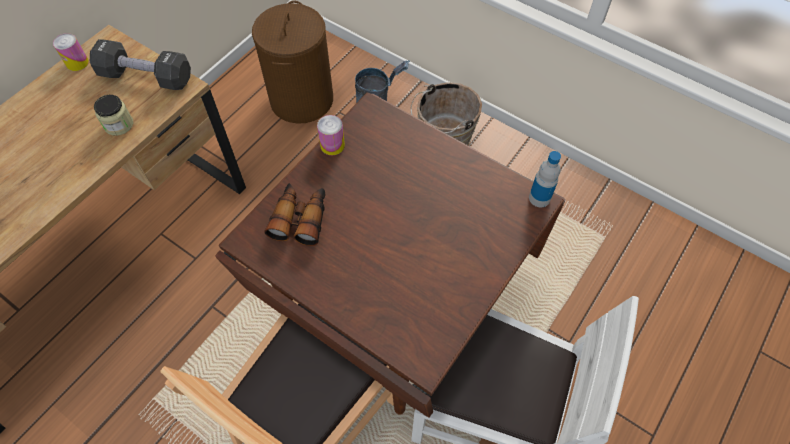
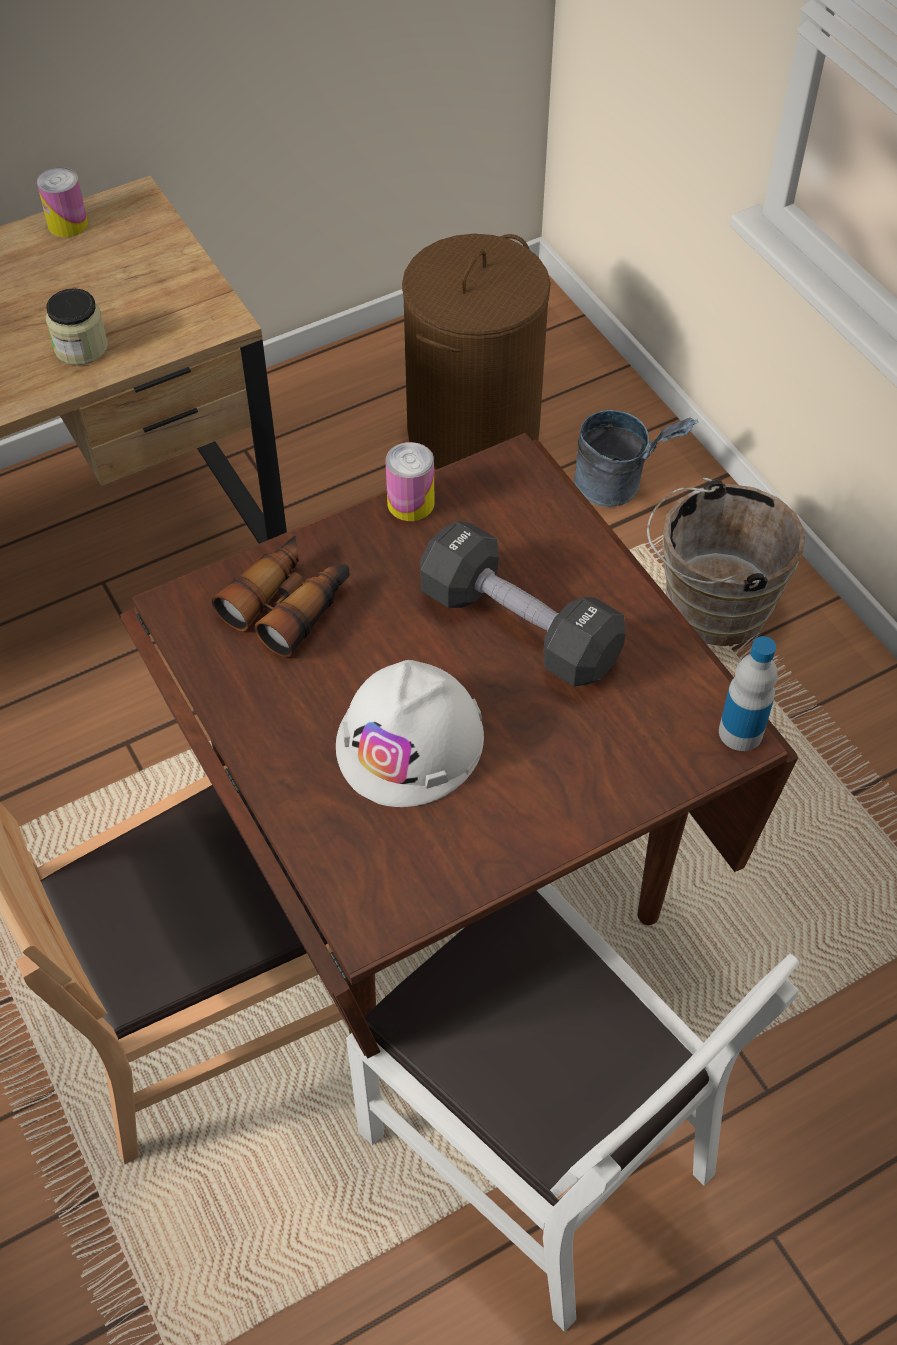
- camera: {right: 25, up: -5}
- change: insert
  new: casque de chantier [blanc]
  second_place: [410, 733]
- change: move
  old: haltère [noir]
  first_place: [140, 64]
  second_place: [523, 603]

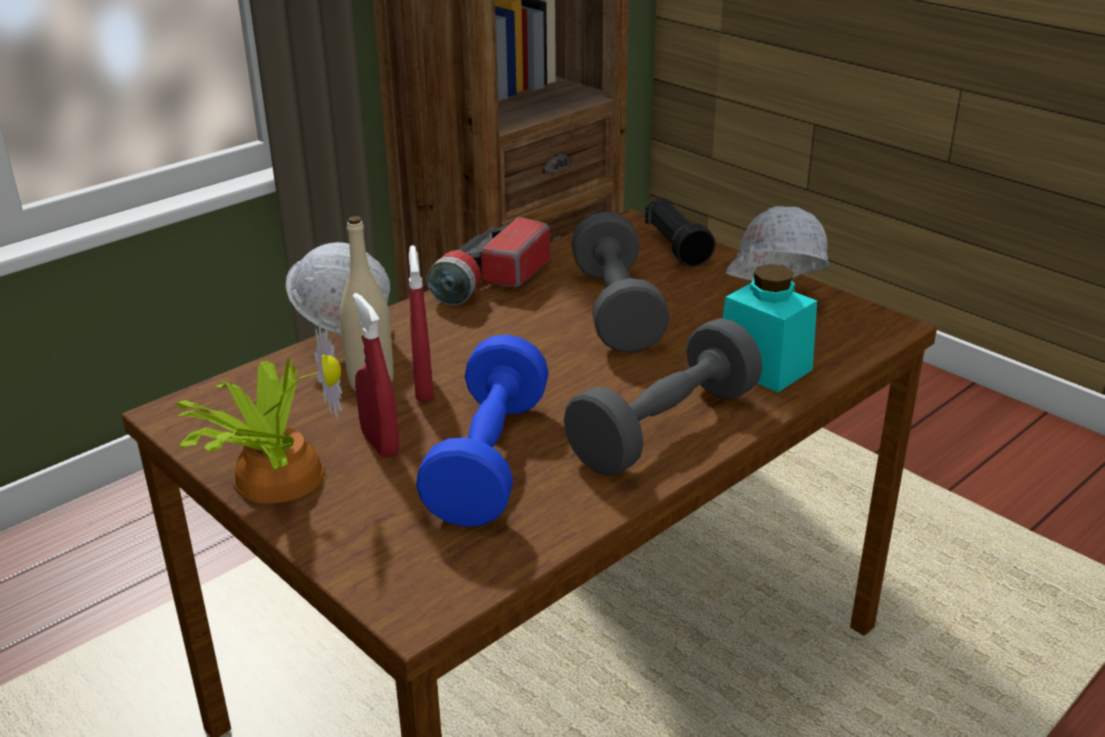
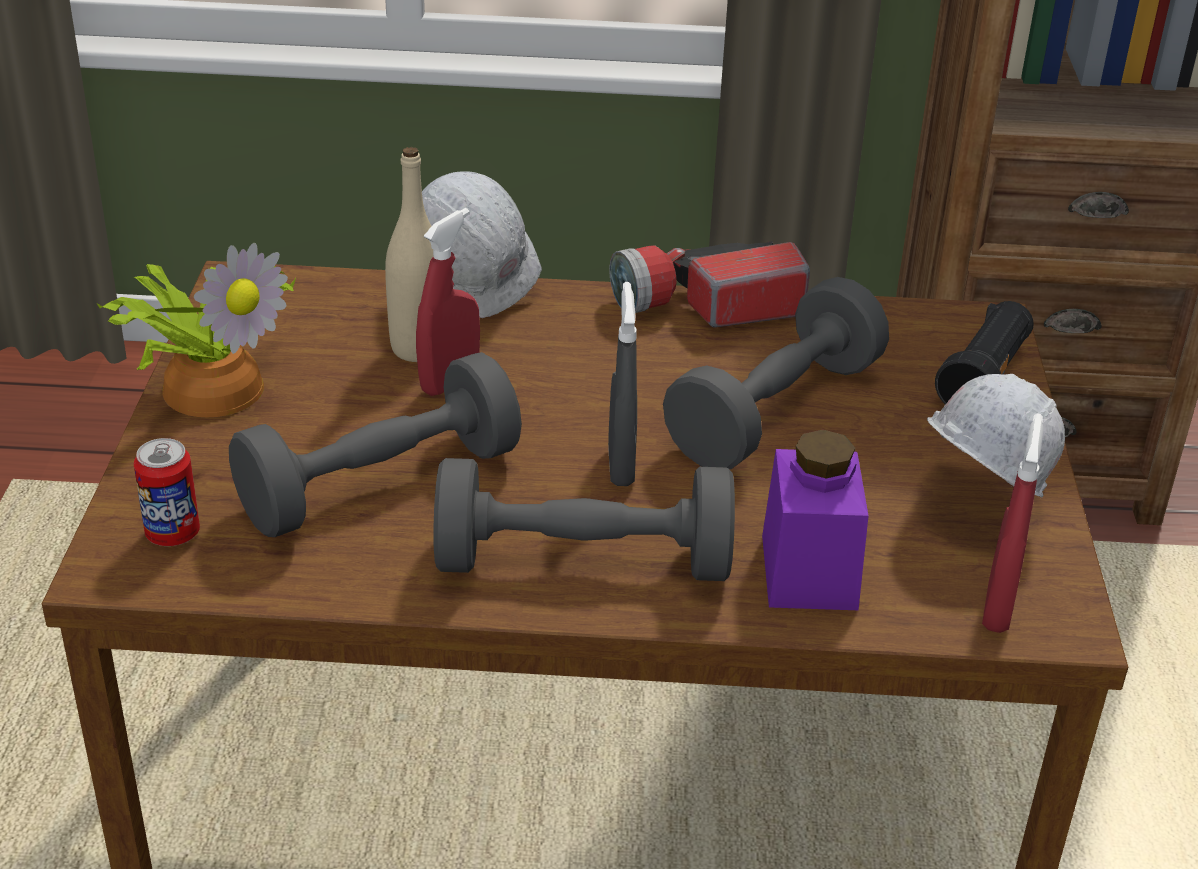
- camera: {right: 45, up: 5}
- change: insert
  new: boîte métallique
  second_place: [167, 492]
- change: recolor
  old: haltère [bleu]
  new: haltère [gris]
  first_place: [482, 430]
  second_place: [375, 444]
- change: insert
  new: vaporisateur [gris]
  second_place: [622, 384]
- change: recolor
  old: bocal [turquoise]
  new: bocal [violet]
  first_place: [770, 328]
  second_place: [815, 520]
- change: move
  old: vaporisateur [rouge]
  first_place: [376, 375]
  second_place: [1013, 523]

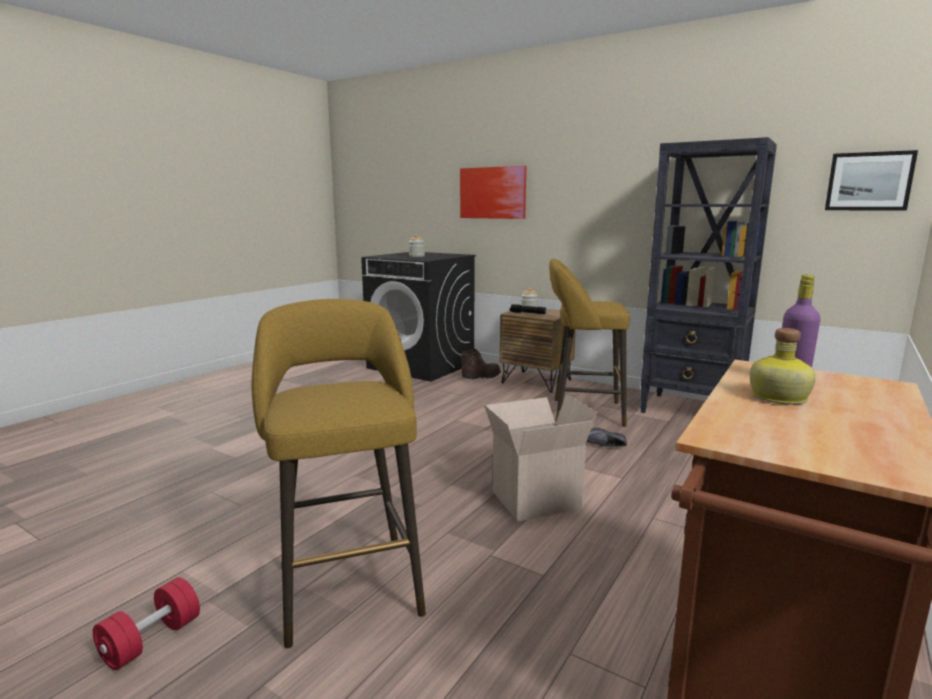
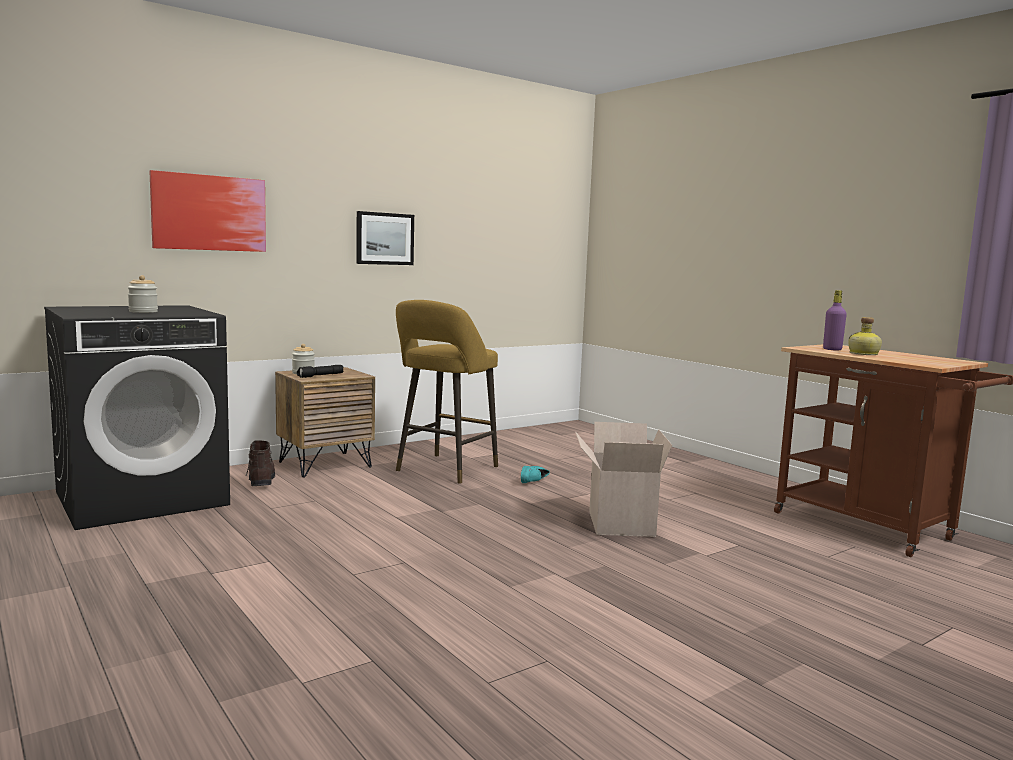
- camera: {right: -70, up: -5}
- change: move
  old: tableau
  first_place: [871, 180]
  second_place: [385, 238]
- change: recolor
  old: chaussure [noir]
  new: chaussure [turquoise]
  first_place: [607, 437]
  second_place: [535, 474]
- change: delete
  old: haltère [rouge]
  first_place: [146, 623]
- change: delete
  old: tabouret [jaune]
  first_place: [339, 473]
- change: delete
  old: bibliothèque [noir]
  first_place: [708, 275]

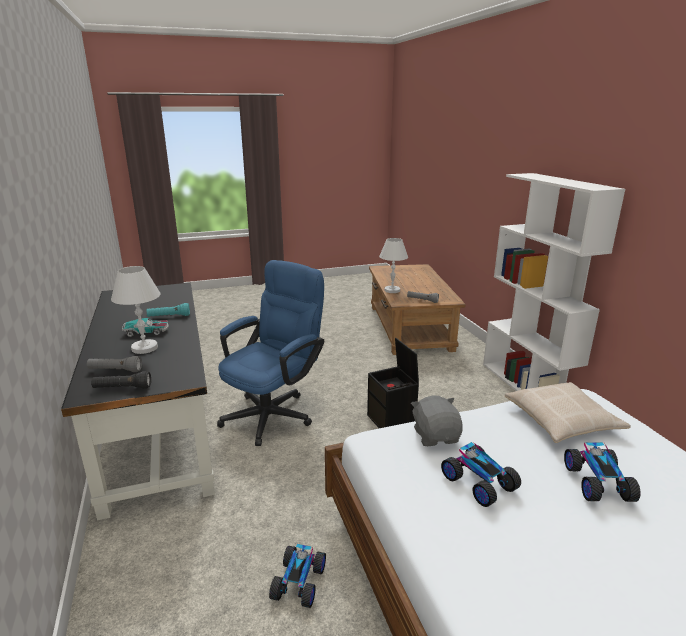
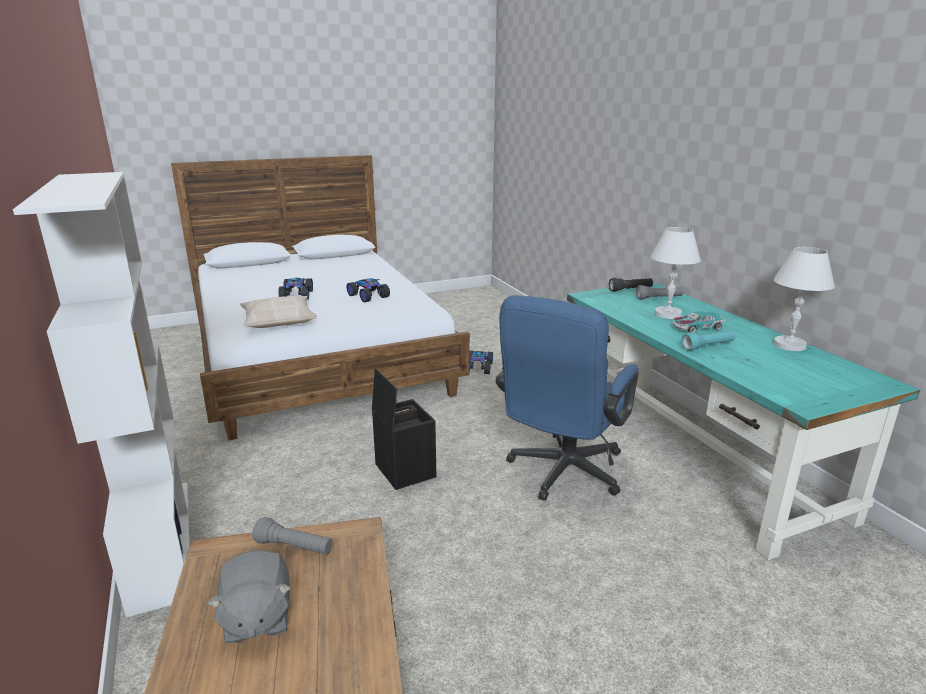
- camera: {right: 175, up: 0}
- change: move
  old: peluche [gris]
  first_place: [437, 421]
  second_place: [249, 597]
- change: recolor
  old: bureau [noir]
  new: bureau [turquoise]
  first_place: [138, 402]
  second_place: [743, 421]
- change: move
  old: lampe de table [blanc]
  first_place: [393, 265]
  second_place: [804, 299]

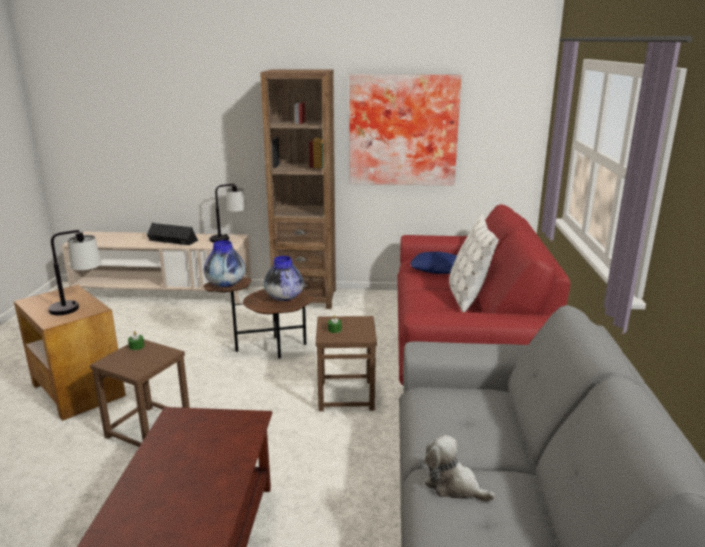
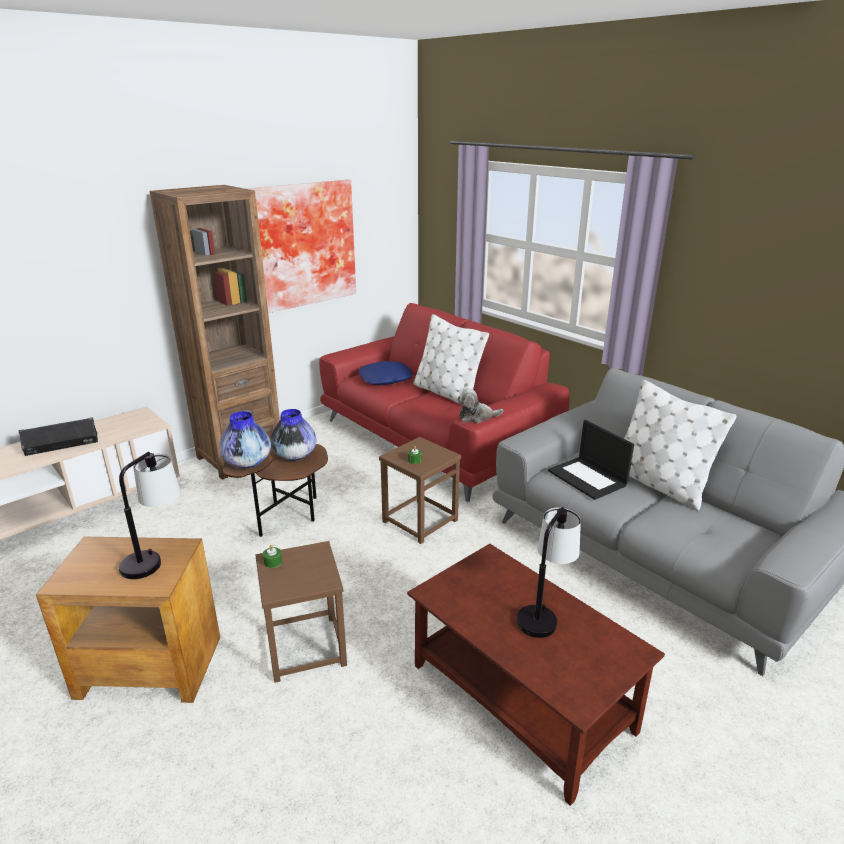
- camera: {right: -45, up: 5}
- change: move
  old: peluche
  first_place: [459, 468]
  second_place: [480, 405]
- change: move
  old: lampe de table
  first_place: [228, 213]
  second_place: [549, 572]
- change: insert
  new: ordinateur portable
  second_place: [591, 460]
- change: insert
  new: coussin [blanc]
  second_place: [680, 445]

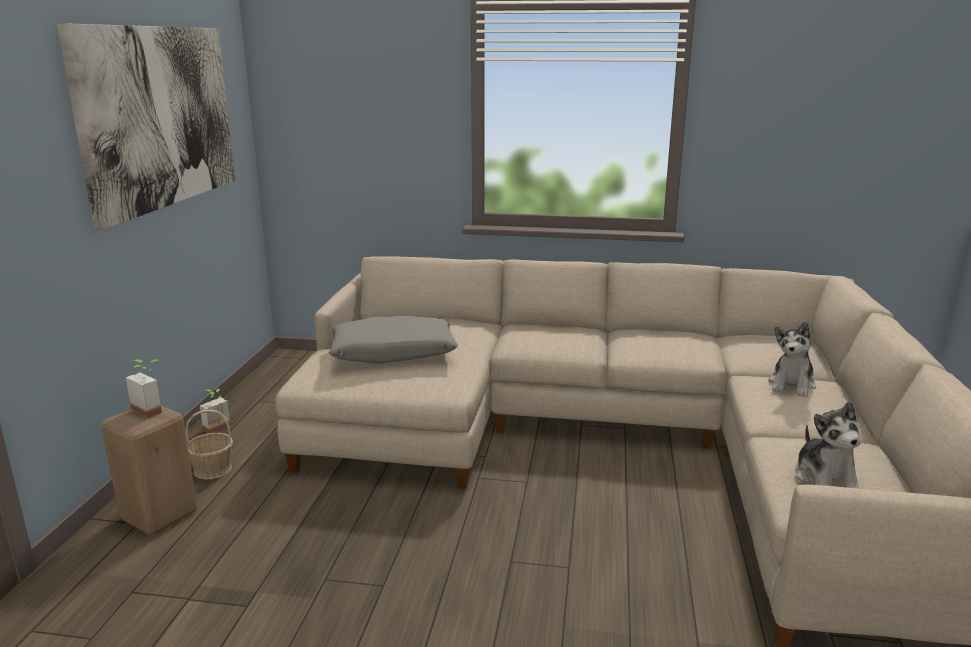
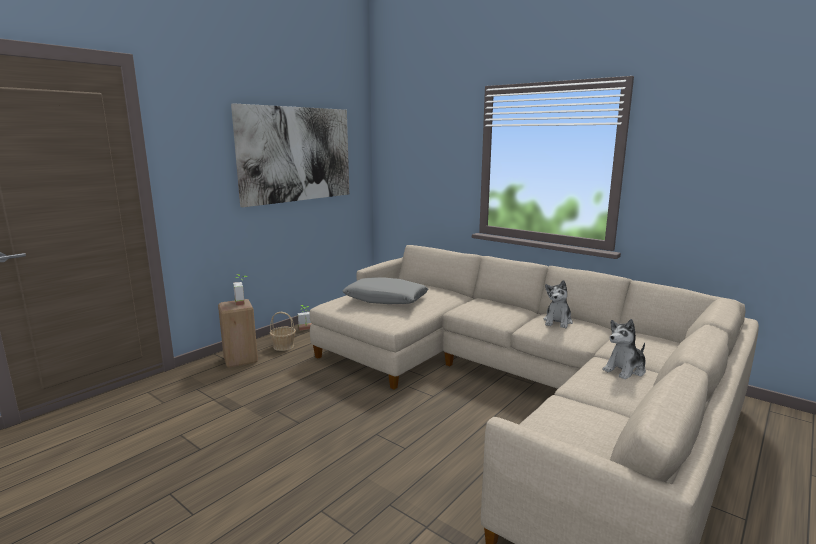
- camera: {right: 30, up: -5}
- change: move
  old: peluche
  first_place: [828, 445]
  second_place: [558, 304]

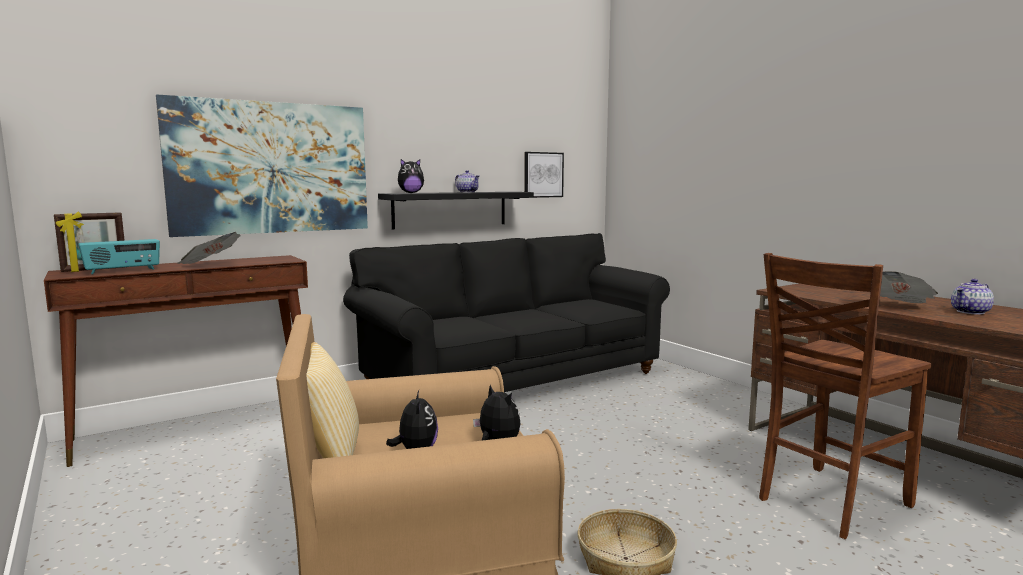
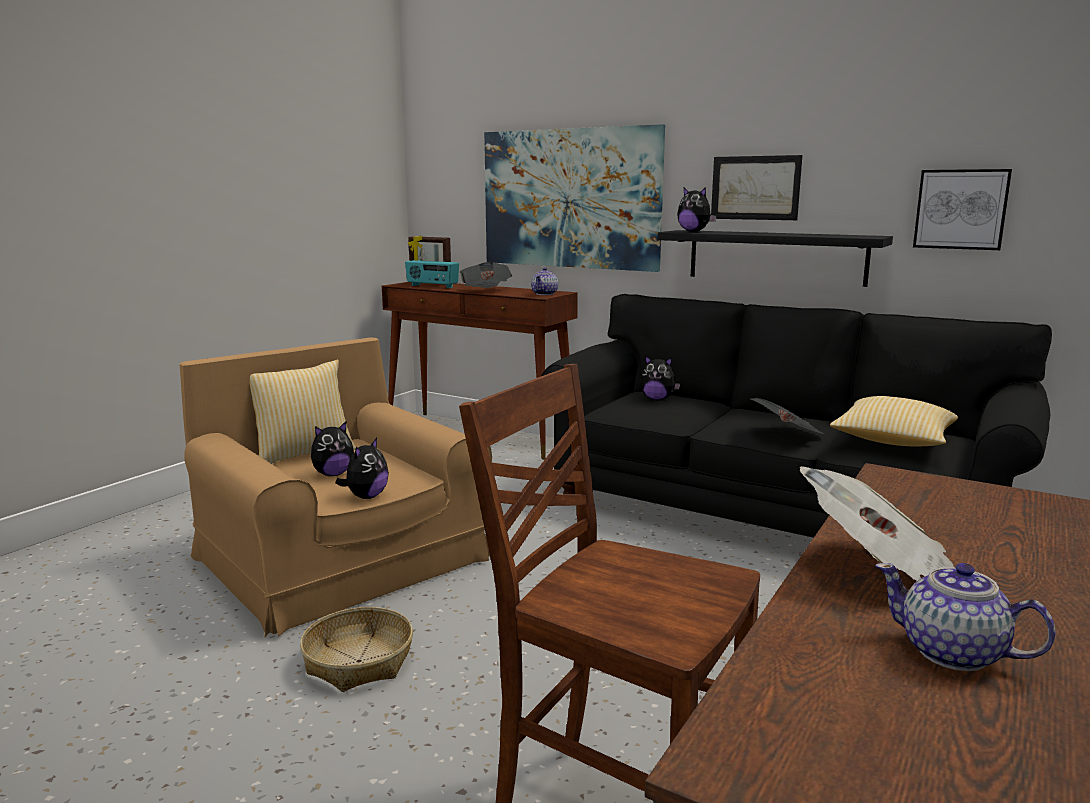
- camera: {right: 65, up: 5}
- change: move
  old: théière
  first_place: [467, 181]
  second_place: [544, 281]
- change: insert
  new: peluche
  second_place: [660, 377]
- change: insert
  new: tableau
  second_place: [757, 187]
- change: insert
  new: journal
  second_place: [788, 416]
- change: insert
  new: coussin
  second_place: [894, 421]

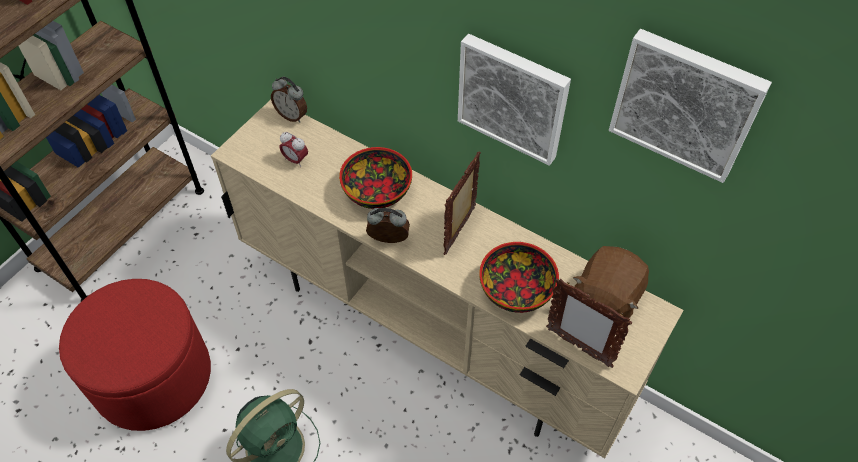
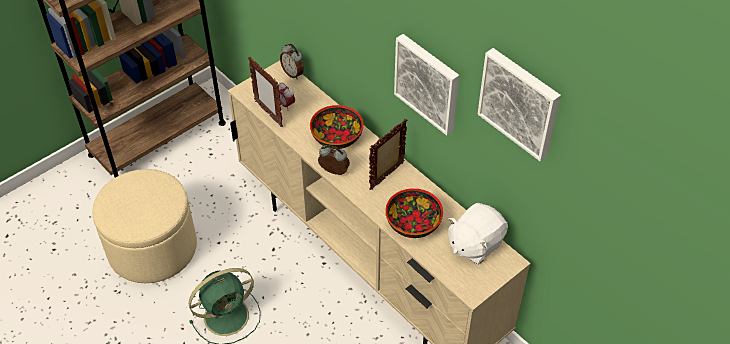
- camera: {right: 15, up: -5}
- change: recolor
  old: pouf [rouge]
  new: pouf [beige]
  first_place: [135, 355]
  second_place: [144, 226]
- change: move
  old: cadre photo
  first_place: [589, 323]
  second_place: [265, 92]
- change: recolor
  old: peluche [marron]
  new: peluche [blanc]
  first_place: [611, 286]
  second_place: [478, 234]

